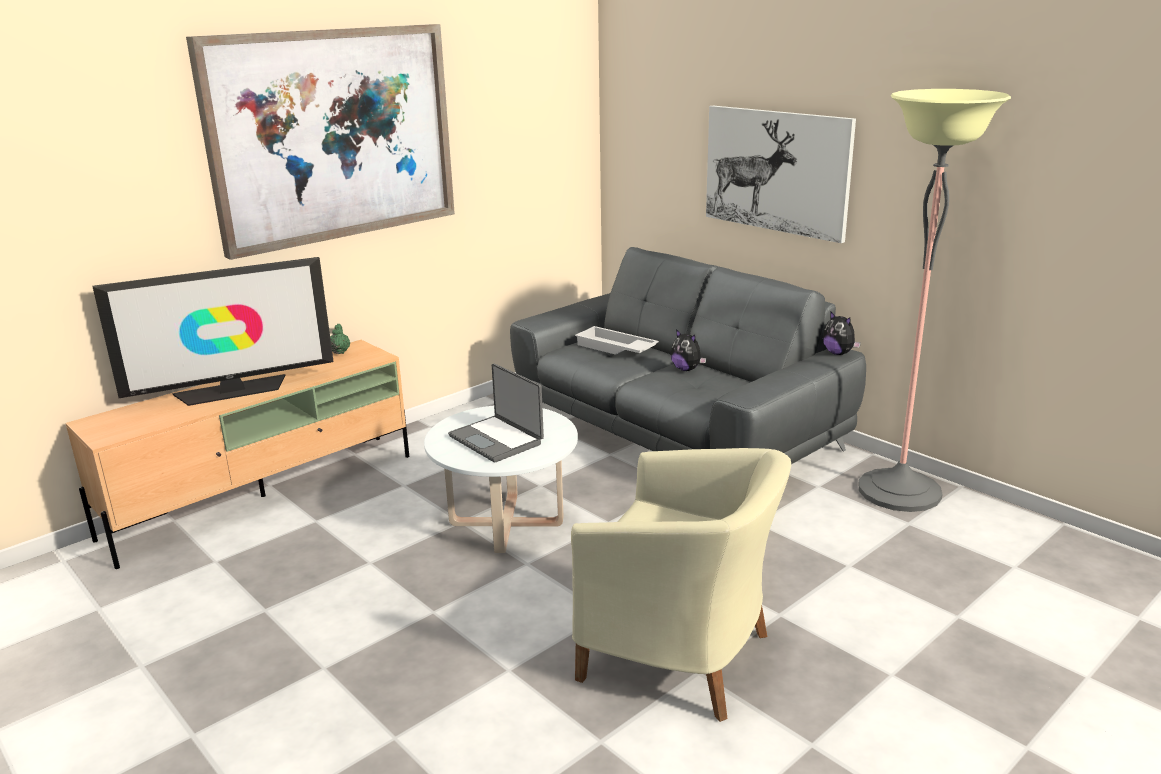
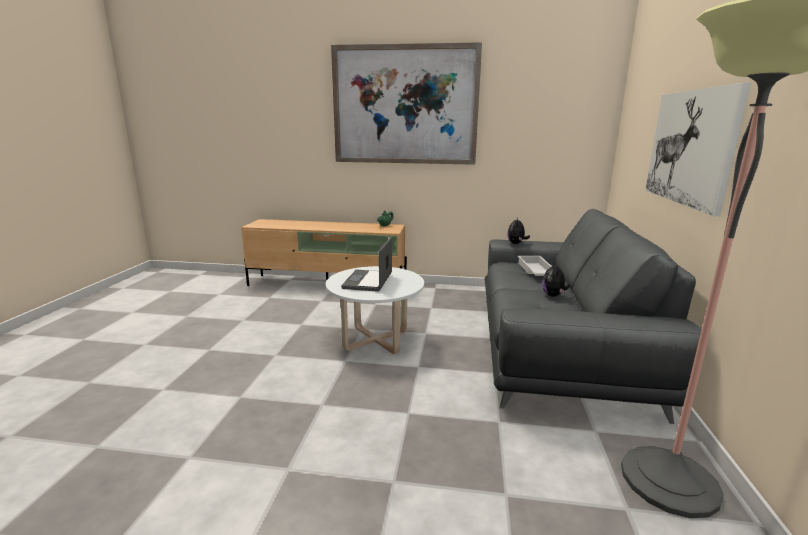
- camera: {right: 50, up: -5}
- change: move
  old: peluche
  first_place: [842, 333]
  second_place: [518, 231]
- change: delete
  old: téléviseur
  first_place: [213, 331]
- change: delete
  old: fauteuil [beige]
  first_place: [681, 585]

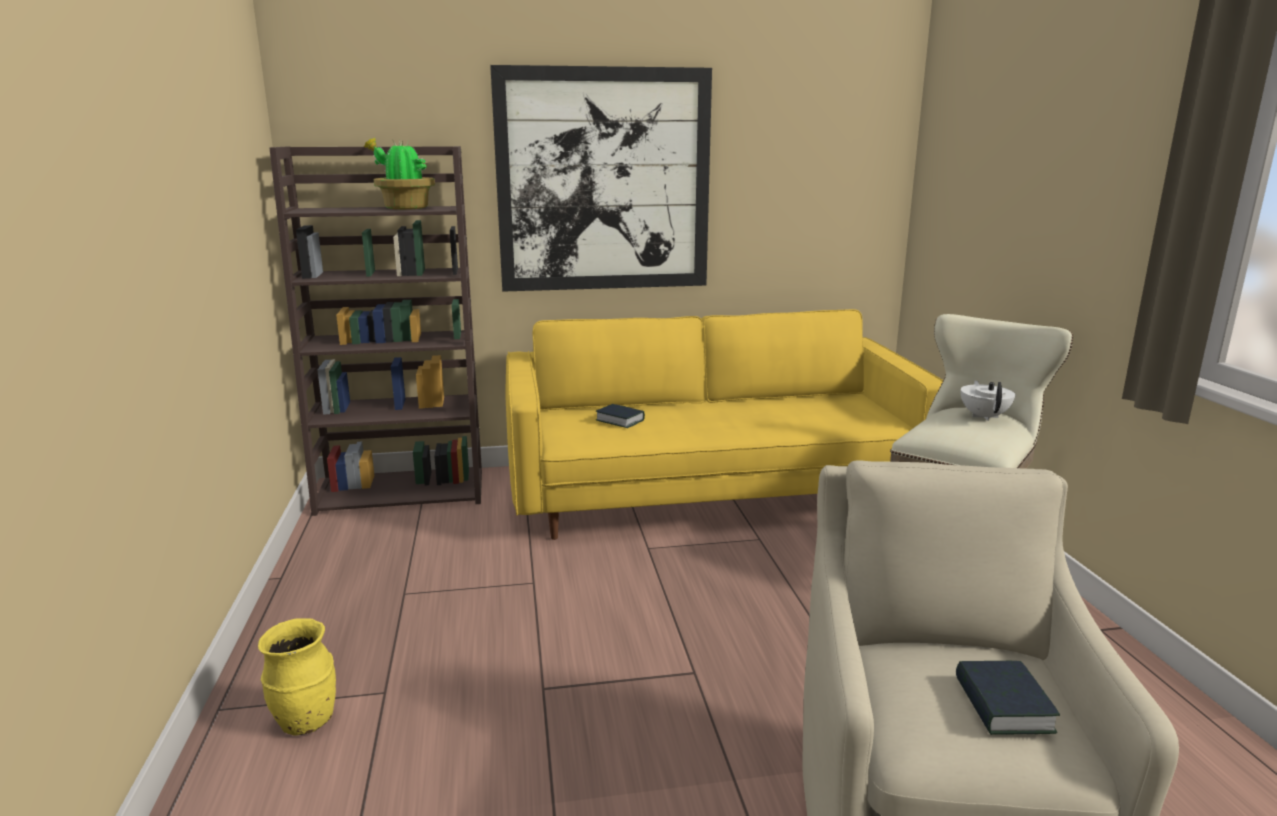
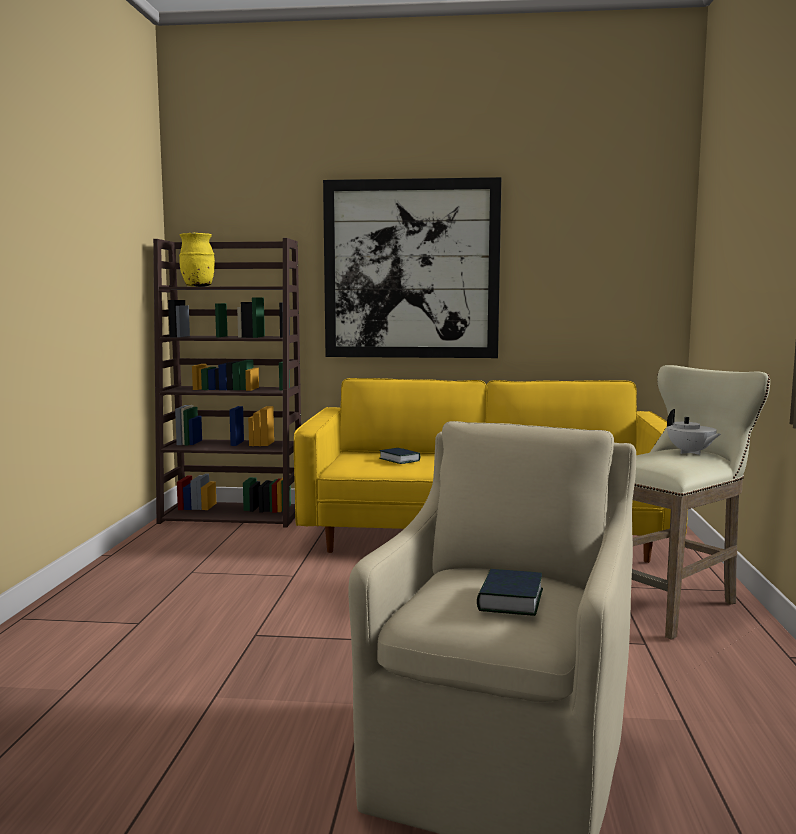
- camera: {right: 15, up: -10}
- change: move
  old: vase [jaune]
  first_place: [297, 677]
  second_place: [197, 260]
- change: rotate
  old: théière [blanc]
  first_place: [988, 400]
  second_place: [694, 432]
  degrees: 135
- change: delete
  old: plante en pot
  first_place: [399, 174]

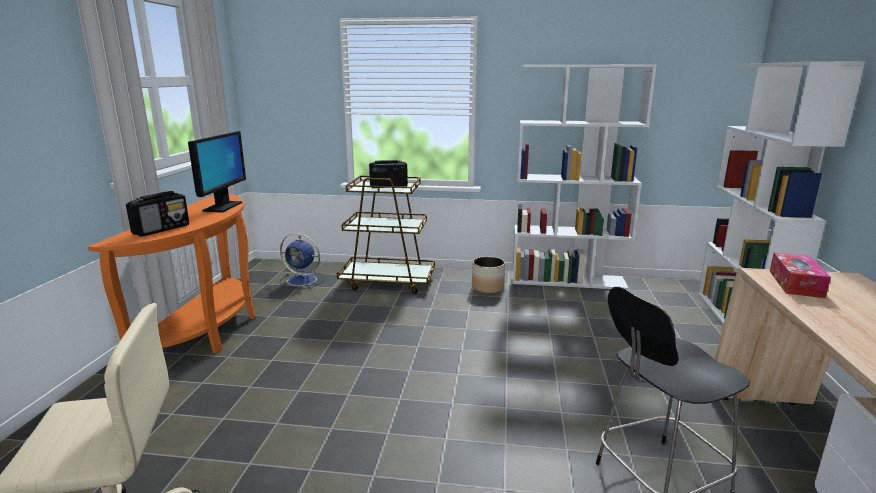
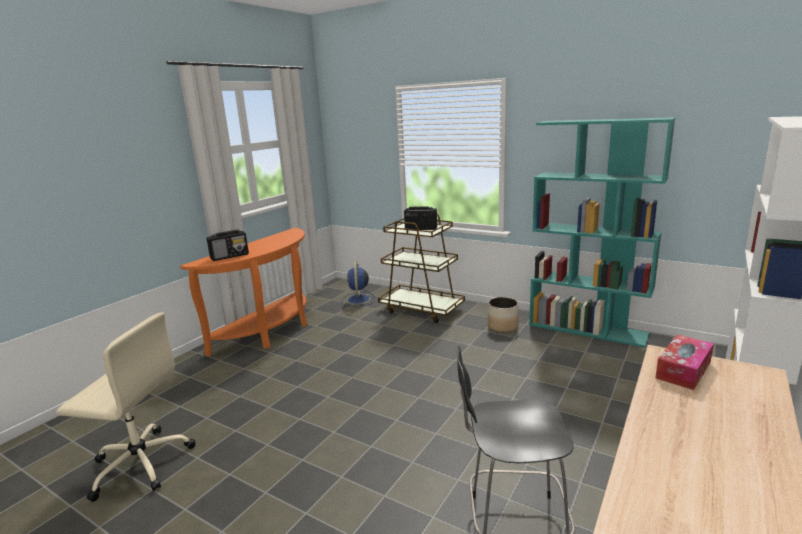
- camera: {right: 25, up: 0}
- change: rotate
  old: ventilateur [bleu]
  first_place: [302, 261]
  second_place: [359, 284]
  degrees: 45
- change: recolor
  old: bibliothèque [blanc]
  new: bibliothèque [turquoise]
  first_place: [584, 177]
  second_place: [602, 232]
- change: delete
  old: écran d'ordinateur
  first_place: [217, 171]

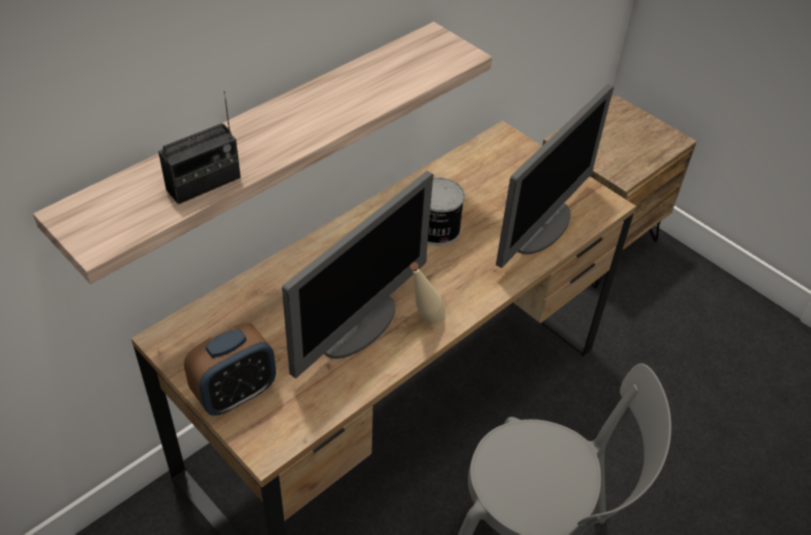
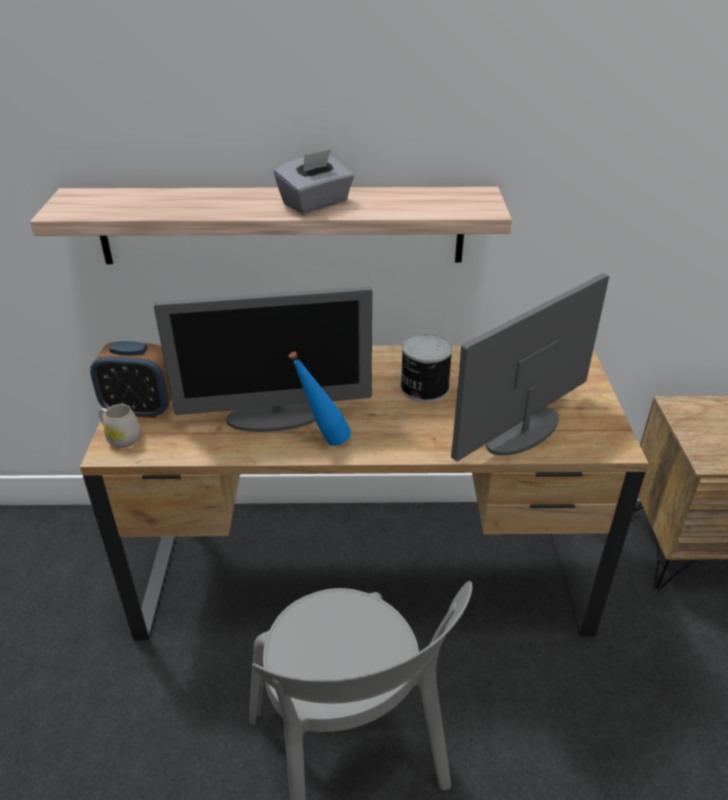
- camera: {right: 45, up: -10}
- change: insert
  new: mug [blanc]
  second_place: [120, 426]
- change: insert
  new: boîte à mouchoirs [gris]
  second_place: [314, 181]
- change: recolor
  old: bouteille [beige]
  new: bouteille [bleu]
  first_place: [428, 293]
  second_place: [320, 399]
- change: rotate
  old: écran d'ordinateur
  first_place: [555, 176]
  second_place: [530, 367]
  degrees: 150
- change: delete
  old: radio
  first_place: [199, 147]

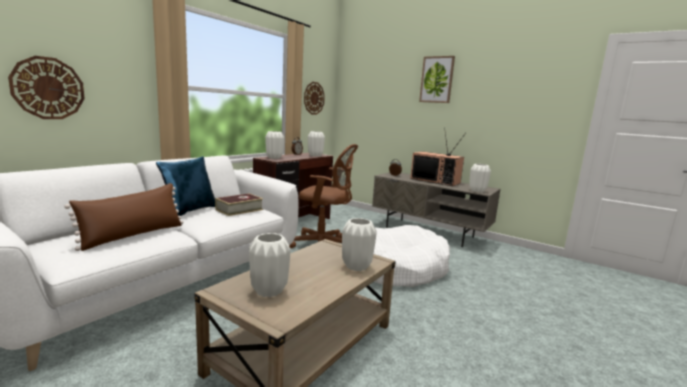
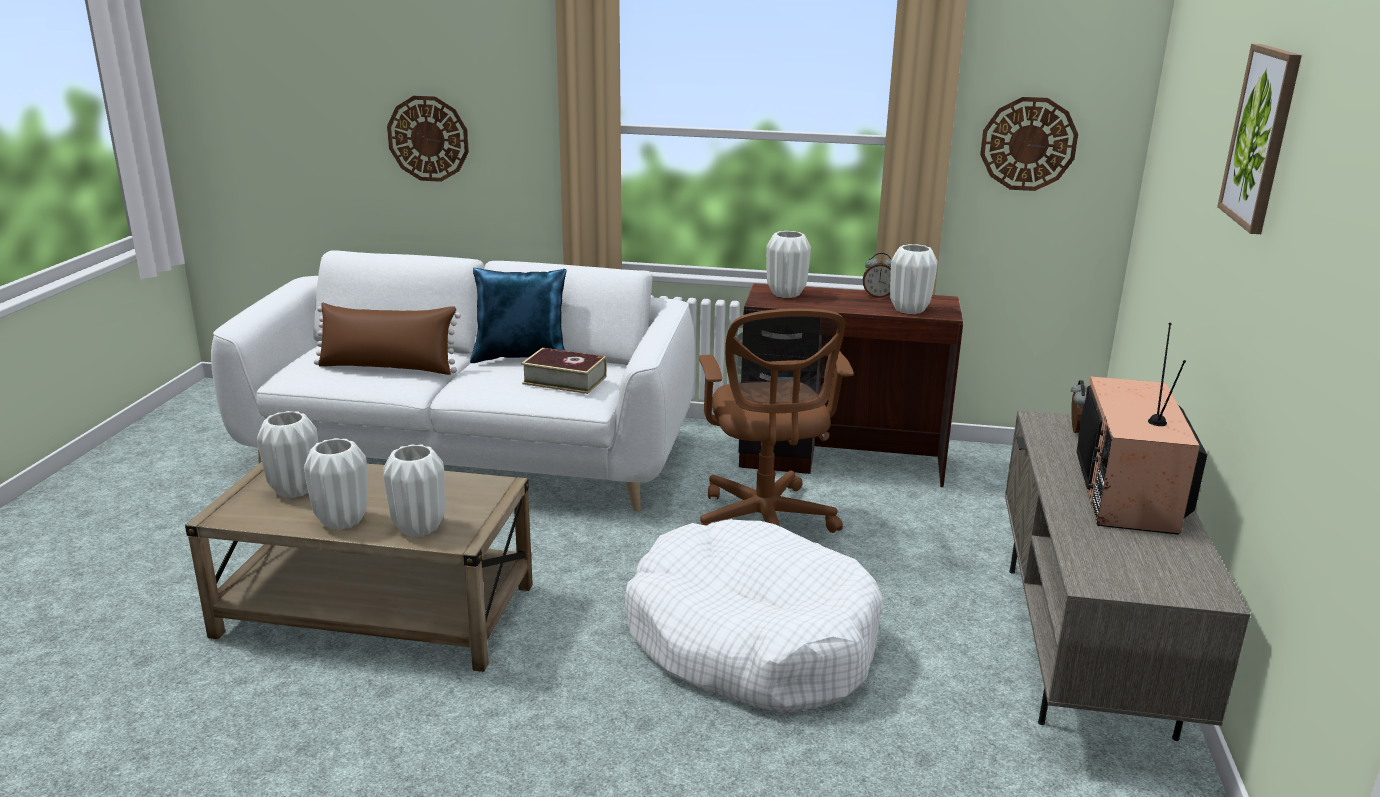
- camera: {right: 65, up: 10}
- change: move
  old: vase [blanc]
  first_place: [480, 178]
  second_place: [336, 484]

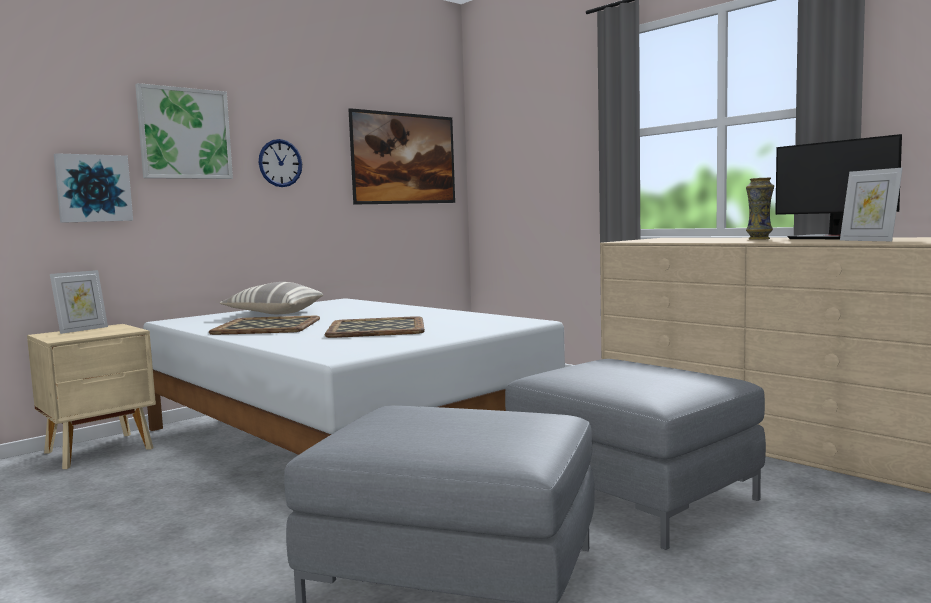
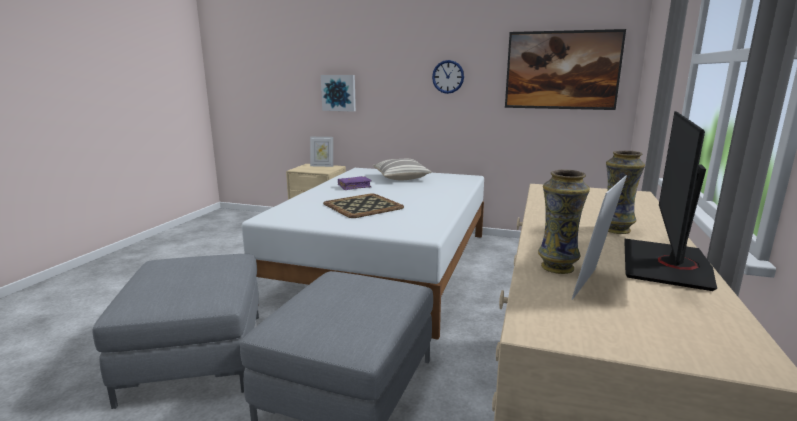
- camera: {right: 60, up: 10}
- change: replace
  old: plateau
  new: livre [violet]
  first_place: [264, 325]
  second_place: [355, 183]
- change: insert
  new: vase
  second_place: [564, 221]
- change: delete
  old: tableau
  first_place: [184, 131]

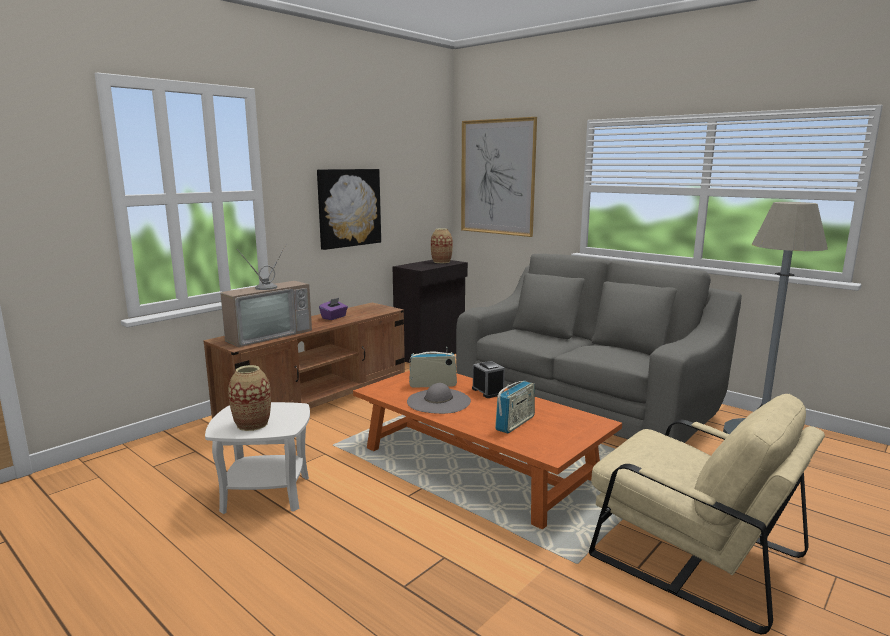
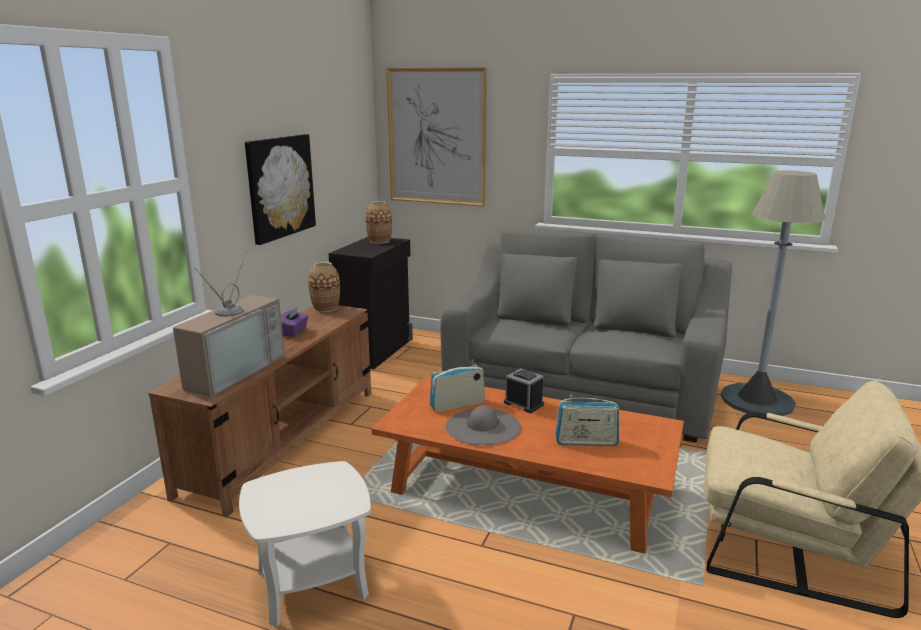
- camera: {right: -20, up: 5}
- change: move
  old: vase
  first_place: [249, 398]
  second_place: [324, 287]
- change: rotate
  old: radio
  first_place: [515, 407]
  second_place: [587, 420]
  degrees: 75

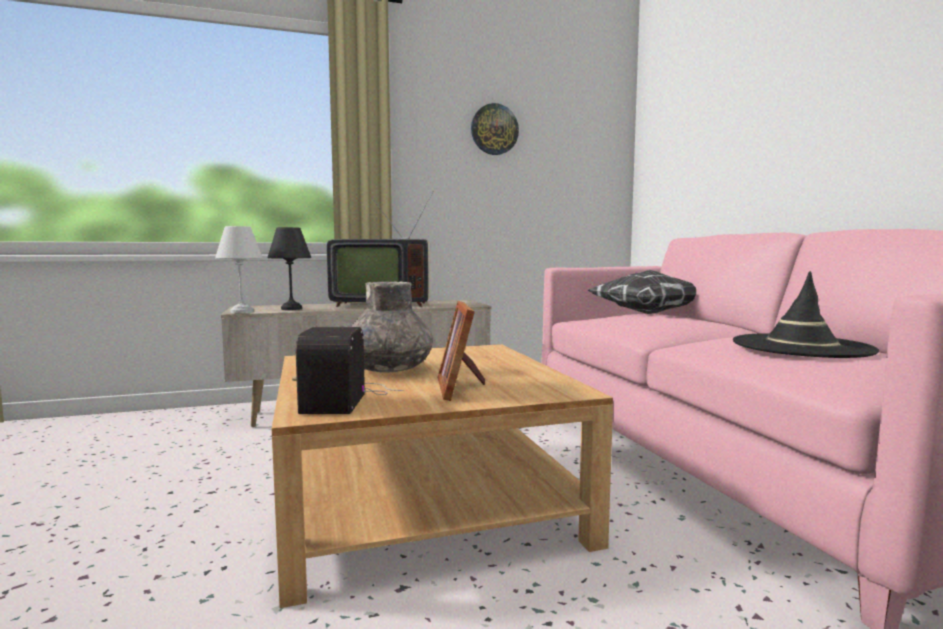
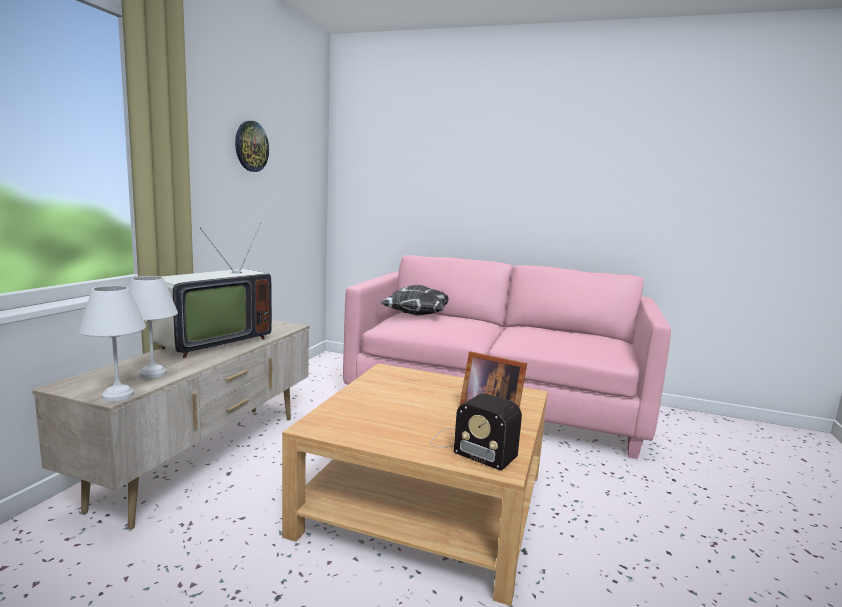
- camera: {right: -55, up: 5}
- change: recolor
  old: lampe de table [noir]
  new: lampe de table [blanc]
  first_place: [289, 268]
  second_place: [153, 327]
- change: delete
  old: vase [gris]
  first_place: [392, 327]
- change: delete
  old: chapeau [noir]
  first_place: [806, 314]

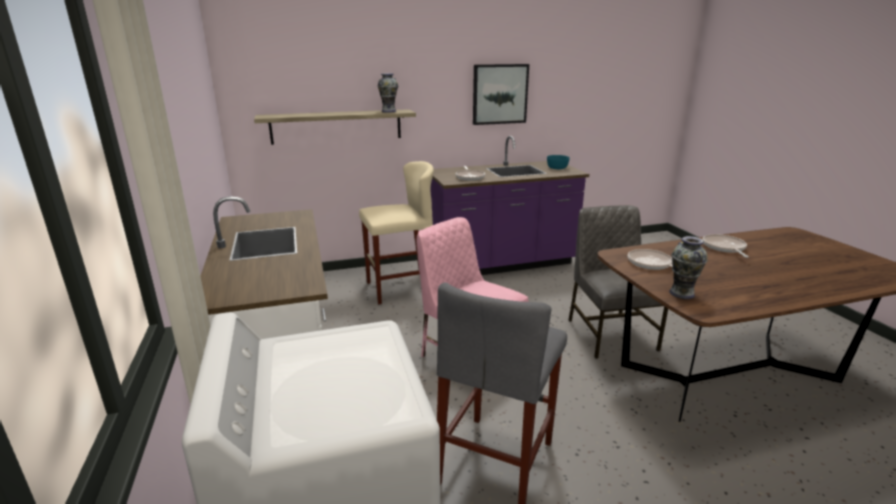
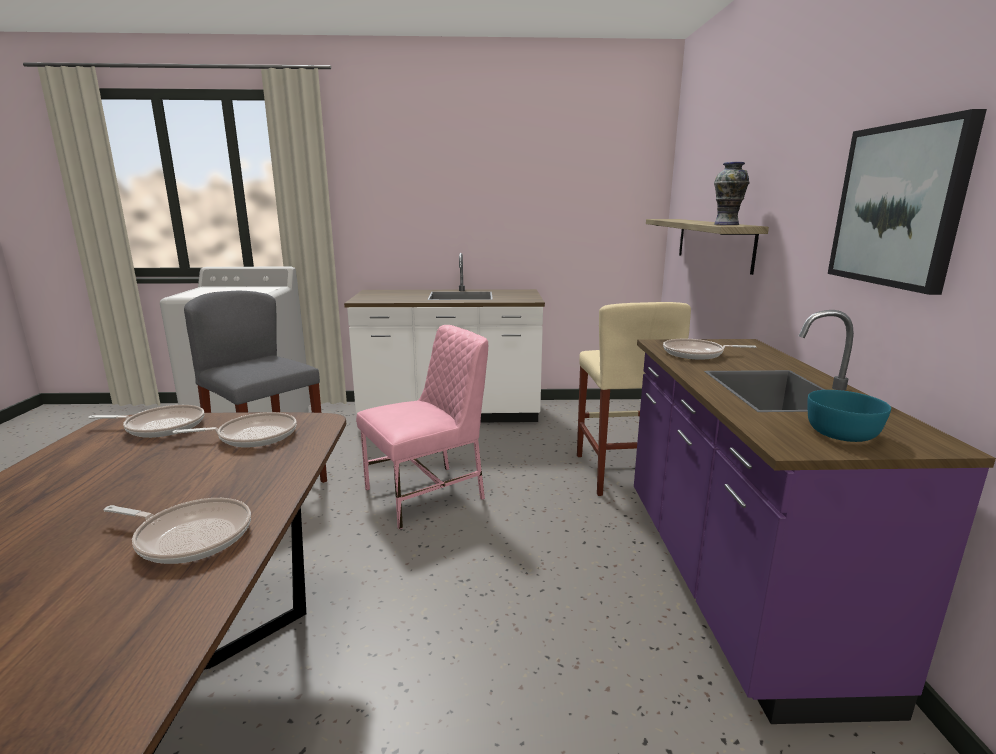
- camera: {right: 105, up: -5}
- change: replace
  old: vase
  new: poêle
  first_place: [688, 267]
  second_place: [146, 421]
- change: delete
  old: chaise [gris]
  first_place: [618, 282]

